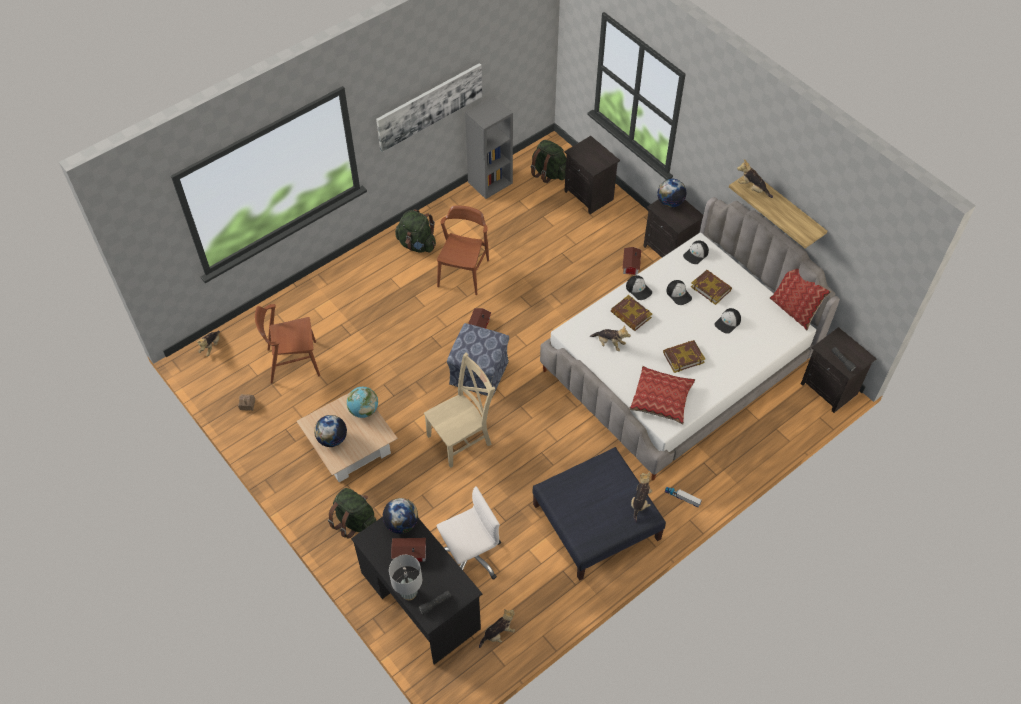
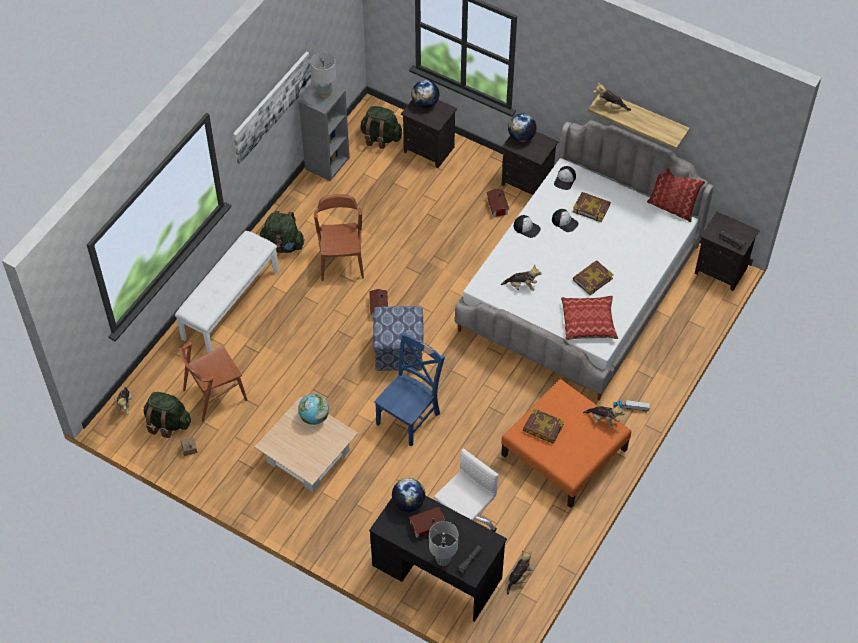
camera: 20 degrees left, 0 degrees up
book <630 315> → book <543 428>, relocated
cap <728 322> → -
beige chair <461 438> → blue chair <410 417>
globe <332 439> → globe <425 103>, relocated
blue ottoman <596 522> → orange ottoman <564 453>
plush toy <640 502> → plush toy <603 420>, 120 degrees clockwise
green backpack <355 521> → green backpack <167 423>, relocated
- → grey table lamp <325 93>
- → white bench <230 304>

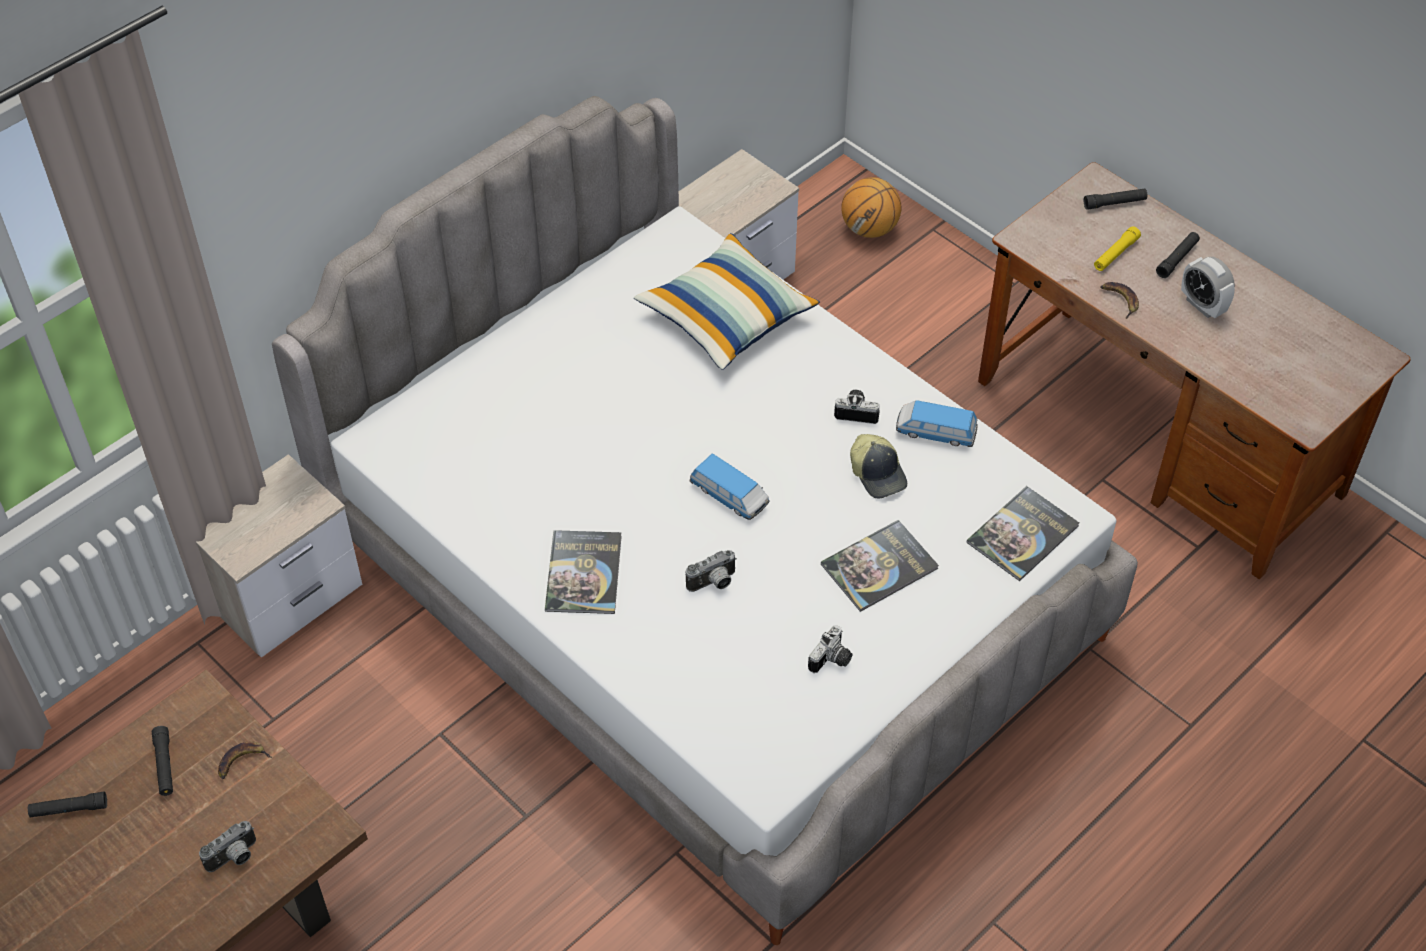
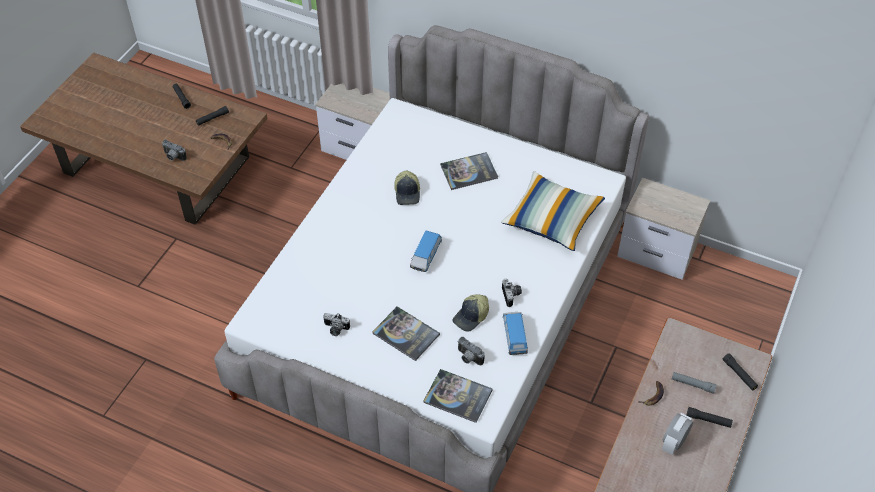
camera: 70 degrees right, 0 degrees up
basketball <869 229> → -
yellow flashlight <1115 254> → grey flashlight <692 384>
book <583 573> → book <469 172>, relocated
photo camera <714 583> → photo camera <468 358>, relocated
- → cap <408 193>

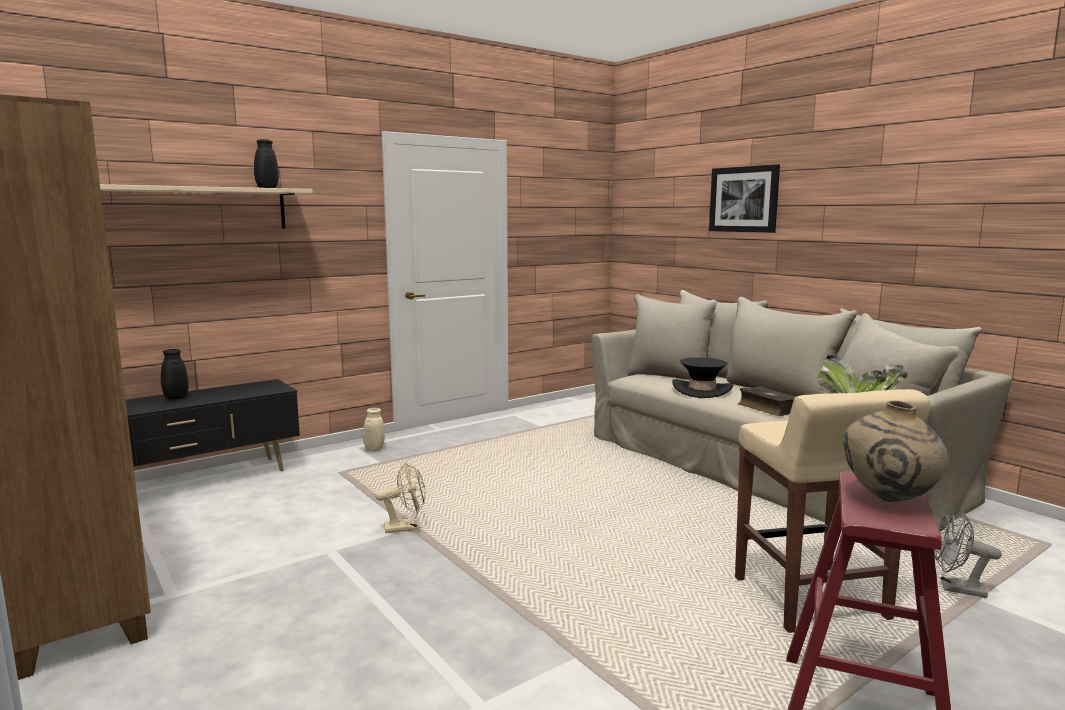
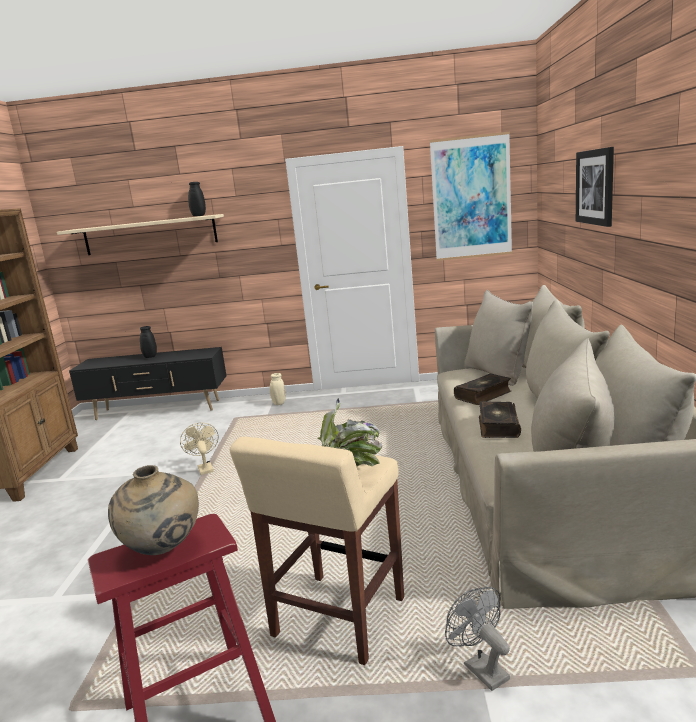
camera: 40 degrees right, 5 degrees up
black hat <702 390> → book <483 395>
beige fan <406 527> → beige fan <204 468>, 135 degrees counterclockwise
- → picture <471 198>

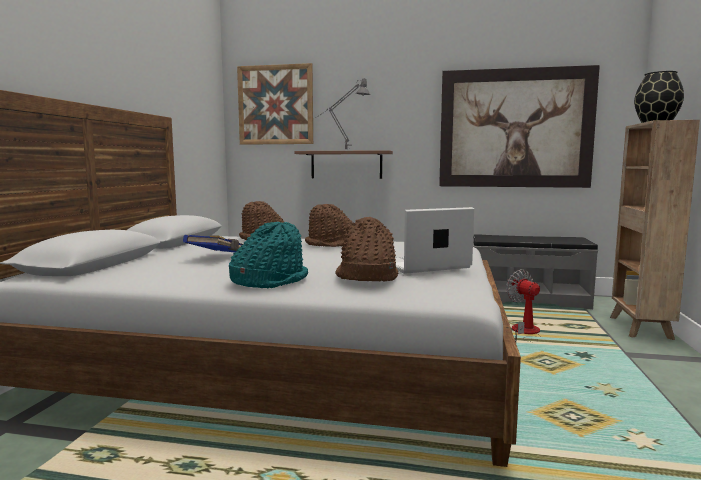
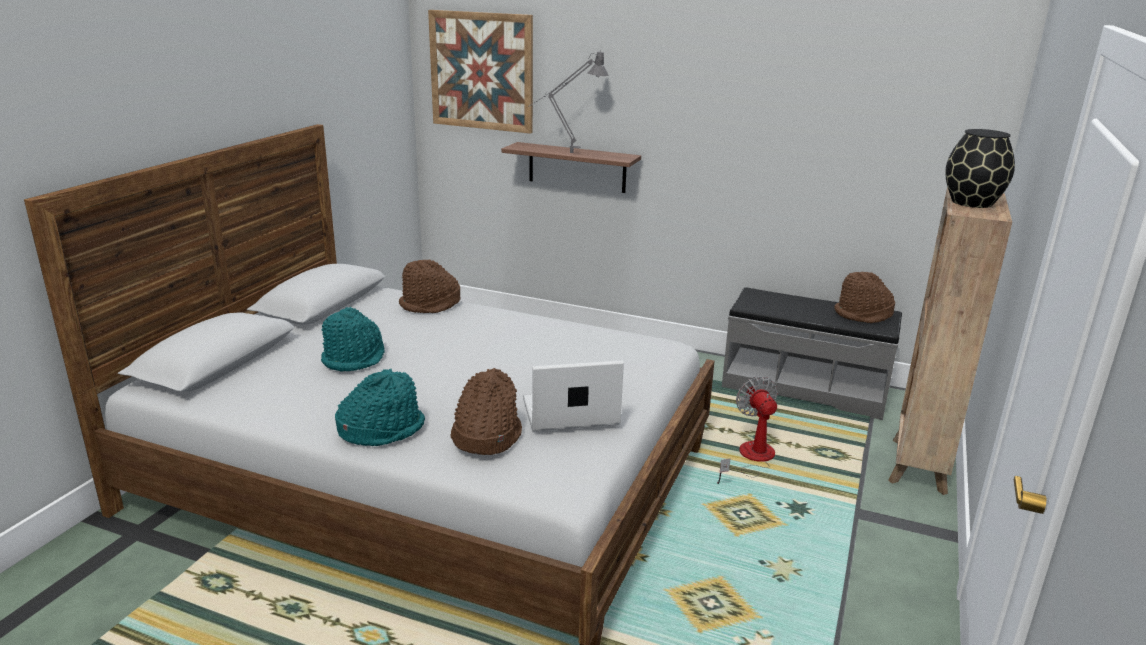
camera: 10 degrees right, 15 degrees up
picture <515 128> → -
brown hat <331 244> → brown hat <863 315>, relocated
blue book <218 257> → turquoise hat <354 358>

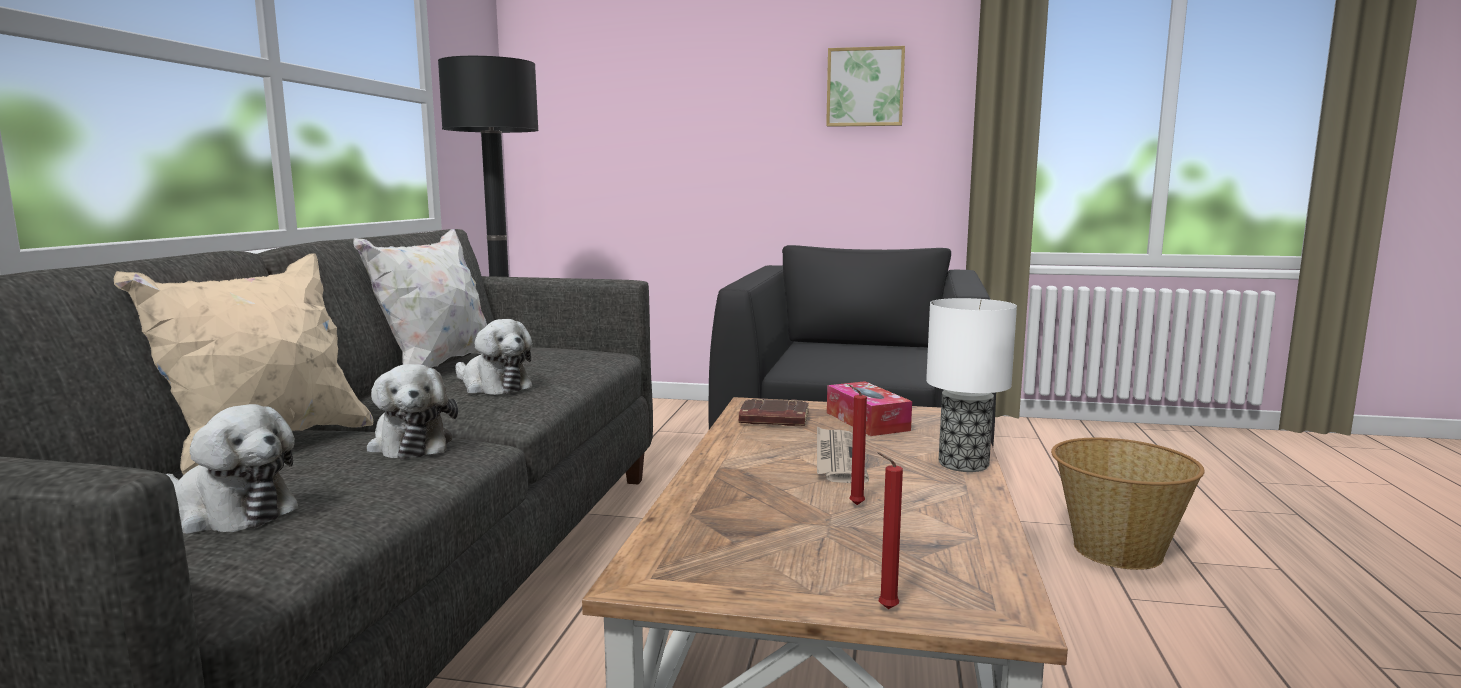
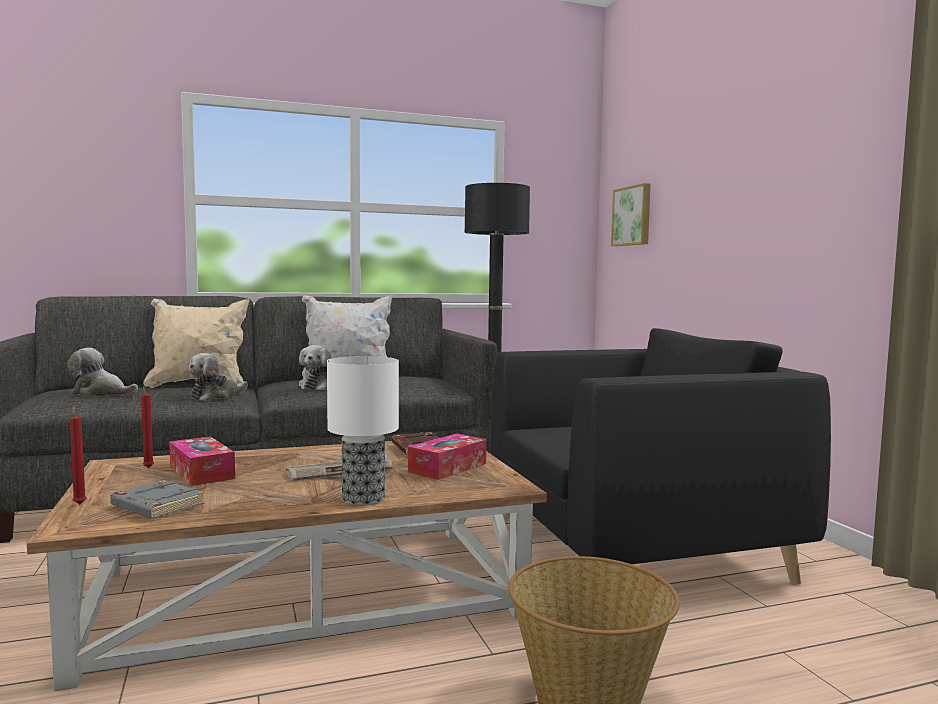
camera: 60 degrees right, 5 degrees down
picture <865 87> → picture <633 216>, relocated
red candle <854 505> → red candle <148 467>, relocated
plush toy <228 512> → plush toy <100 393>, 105 degrees clockwise
- → tissue box <201 472>
- → grey book <156 506>

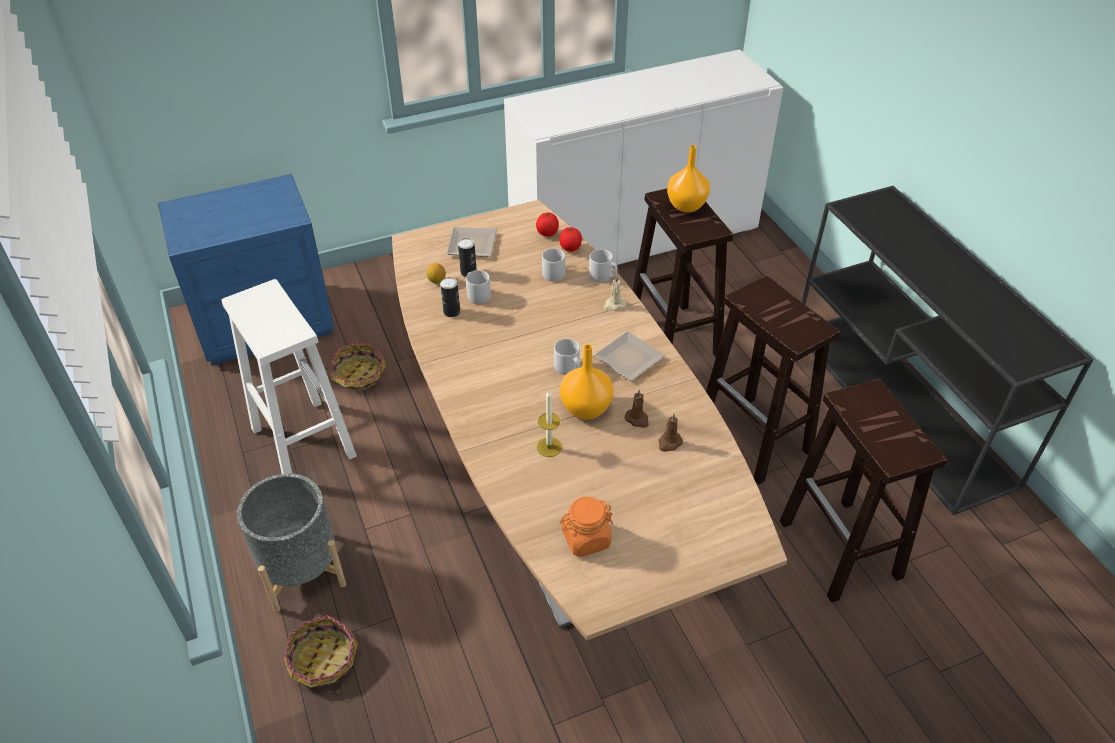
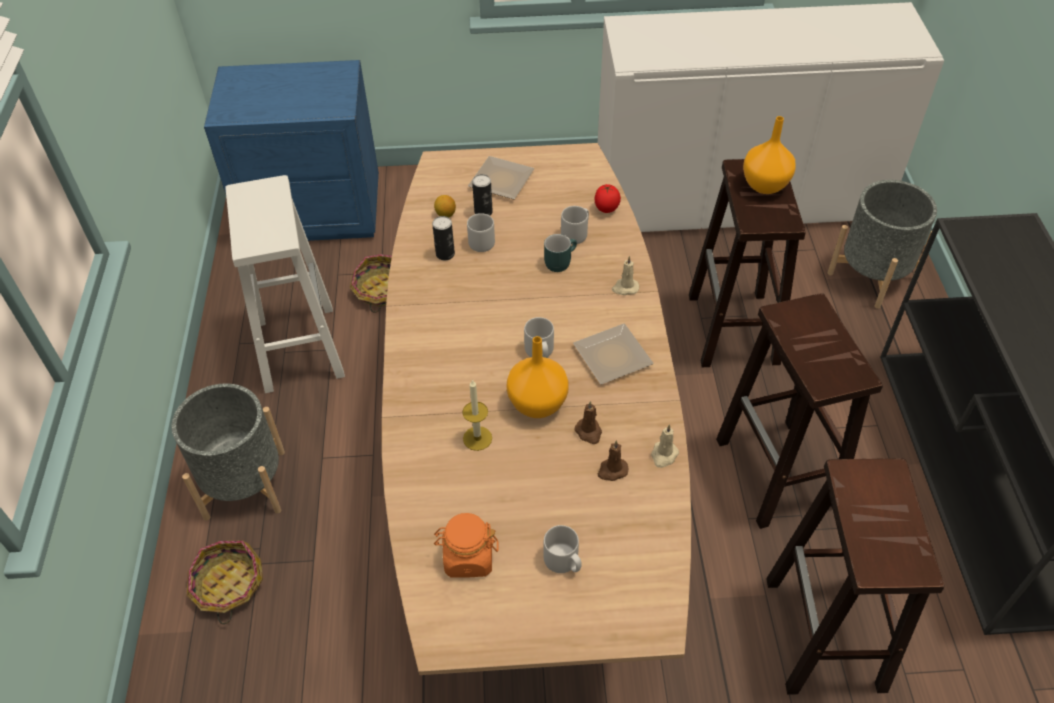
camera: 20 degrees right, 5 degrees up
tomato <547 234> → -
grey mug <603 276> → grey mug <564 562>, relocated
- → grey planter <872 276>
- → turquoise mug <559 261>
- → beige candle <663 455>

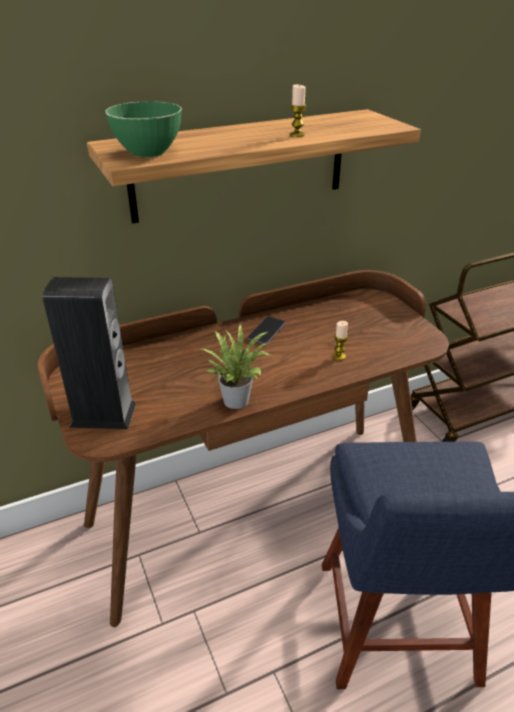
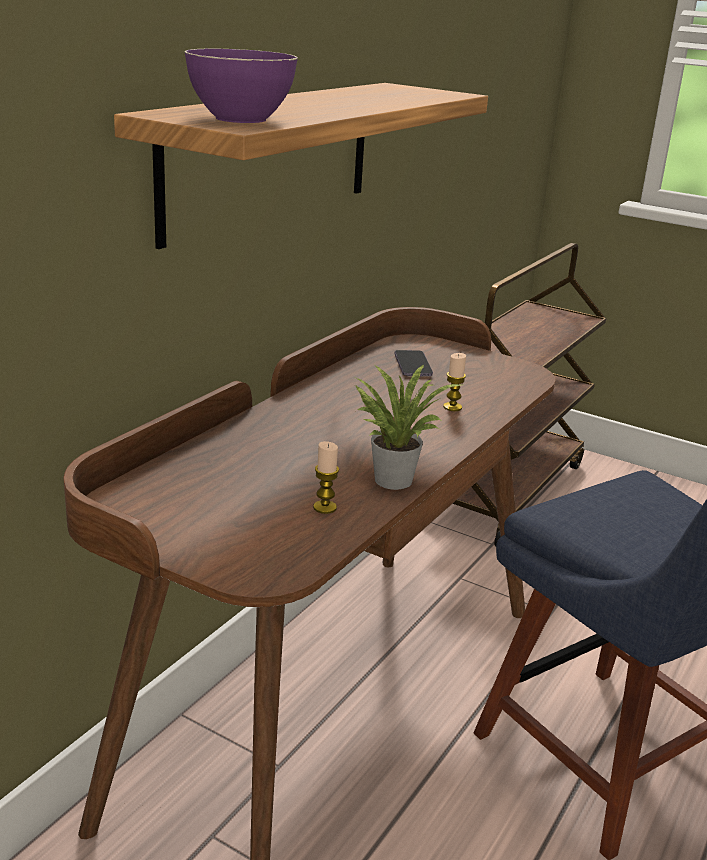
camera: 35 degrees left, 10 degrees down
candle <297 135> → candle <325 507>, relocated
green bowl <148 152> → purple bowl <240 119>
speaker <103 415> → -
phone <266 332> → phone <412 365>, relocated

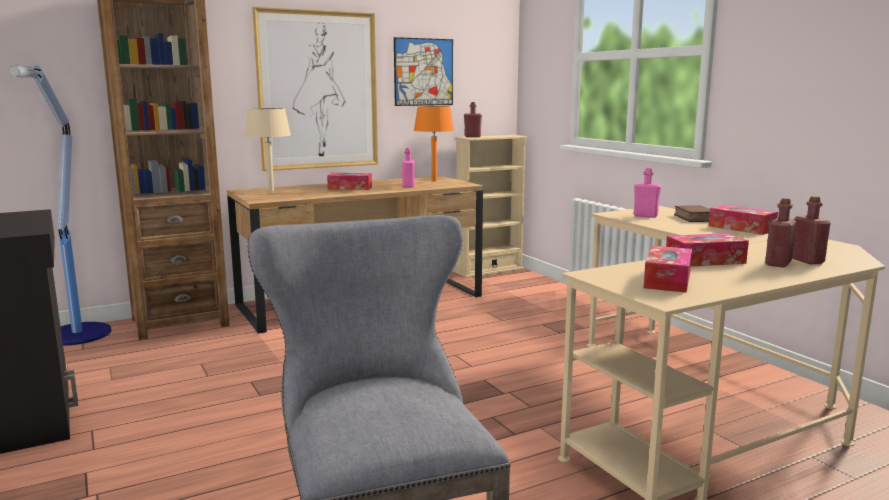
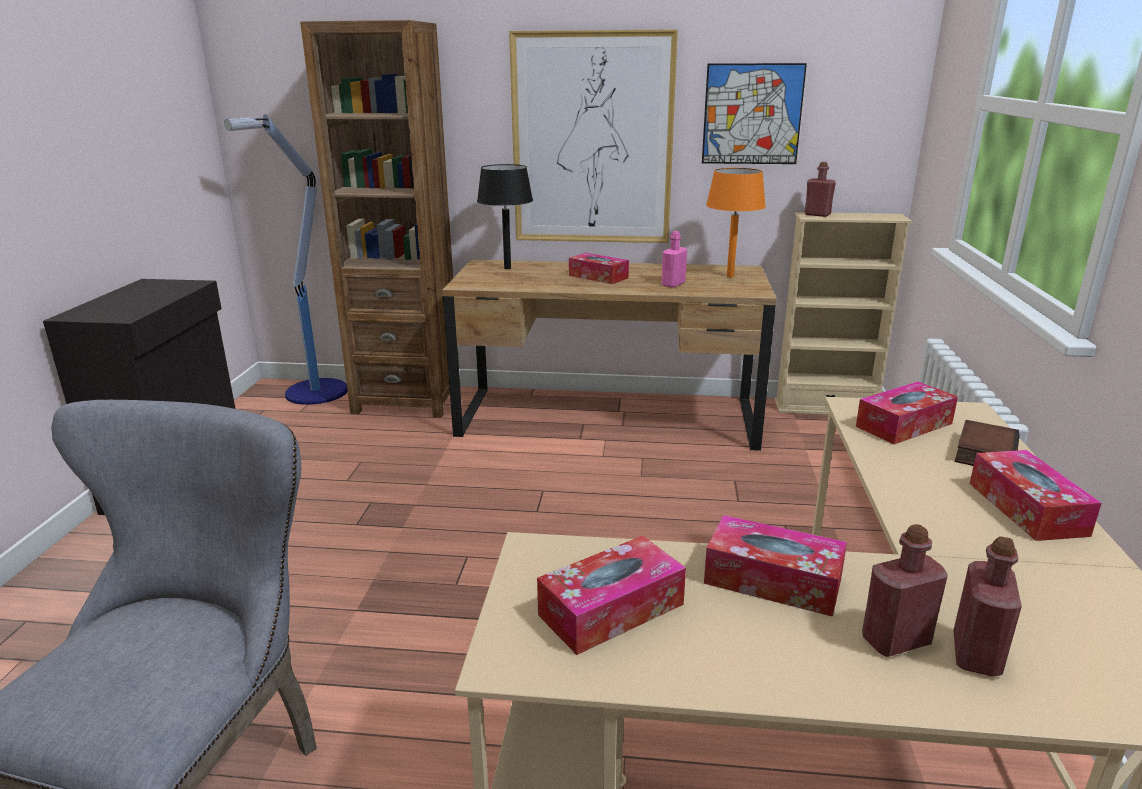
camera: 35 degrees right, 10 degrees up
beige table lamp <271 191> → black table lamp <507 268>
pink bottle <645 216> → tissue box <904 425>

